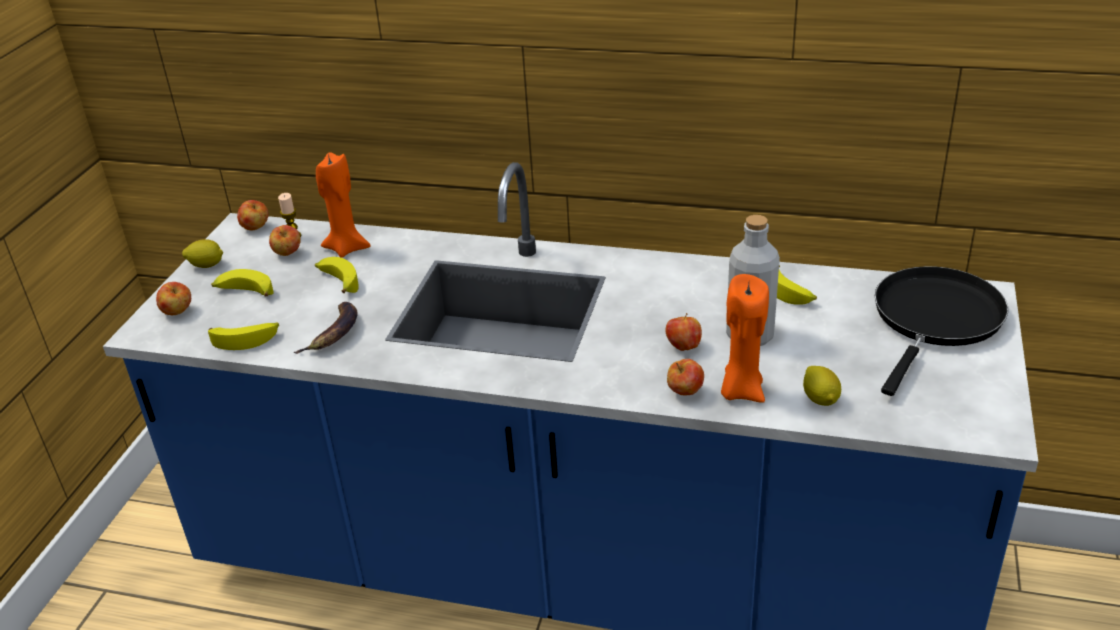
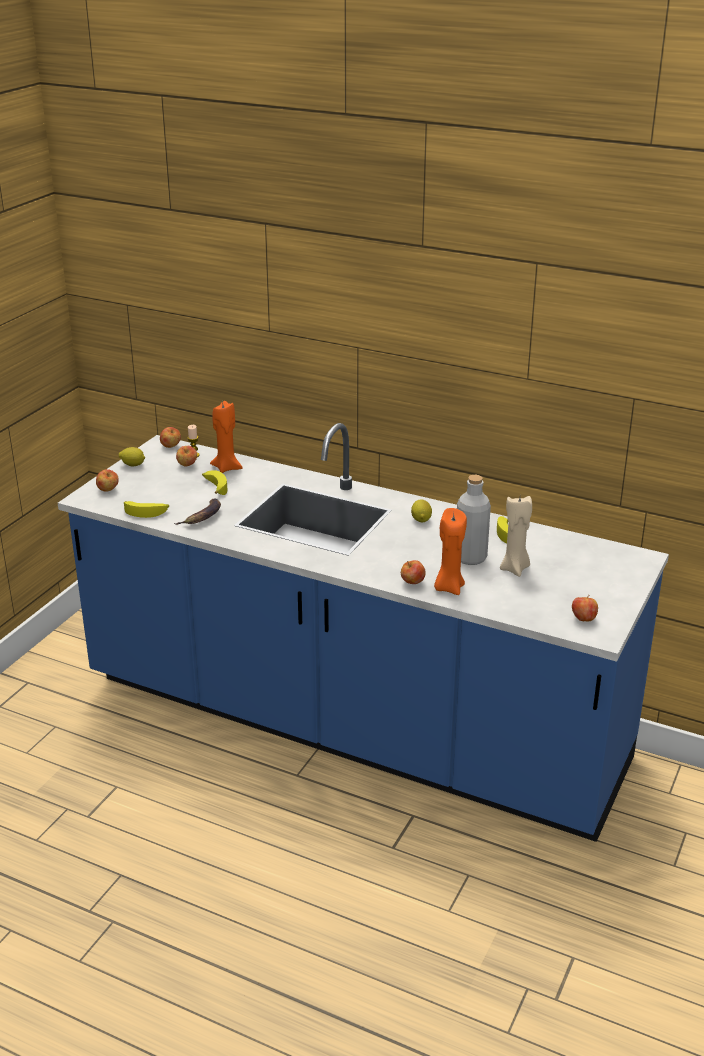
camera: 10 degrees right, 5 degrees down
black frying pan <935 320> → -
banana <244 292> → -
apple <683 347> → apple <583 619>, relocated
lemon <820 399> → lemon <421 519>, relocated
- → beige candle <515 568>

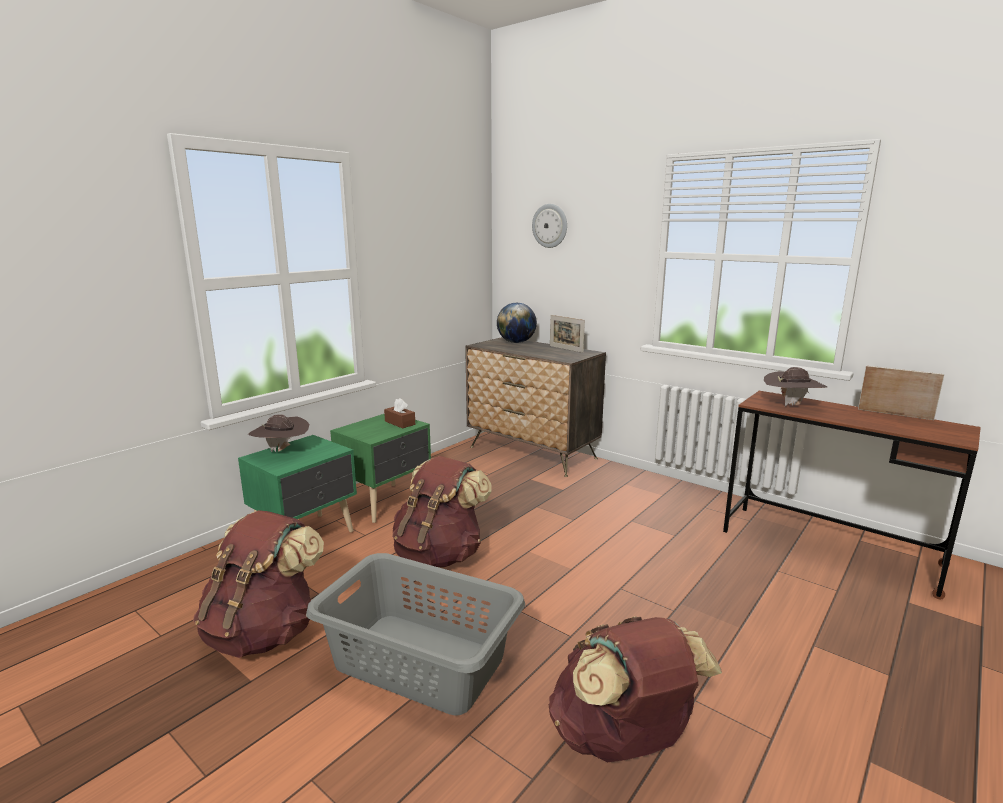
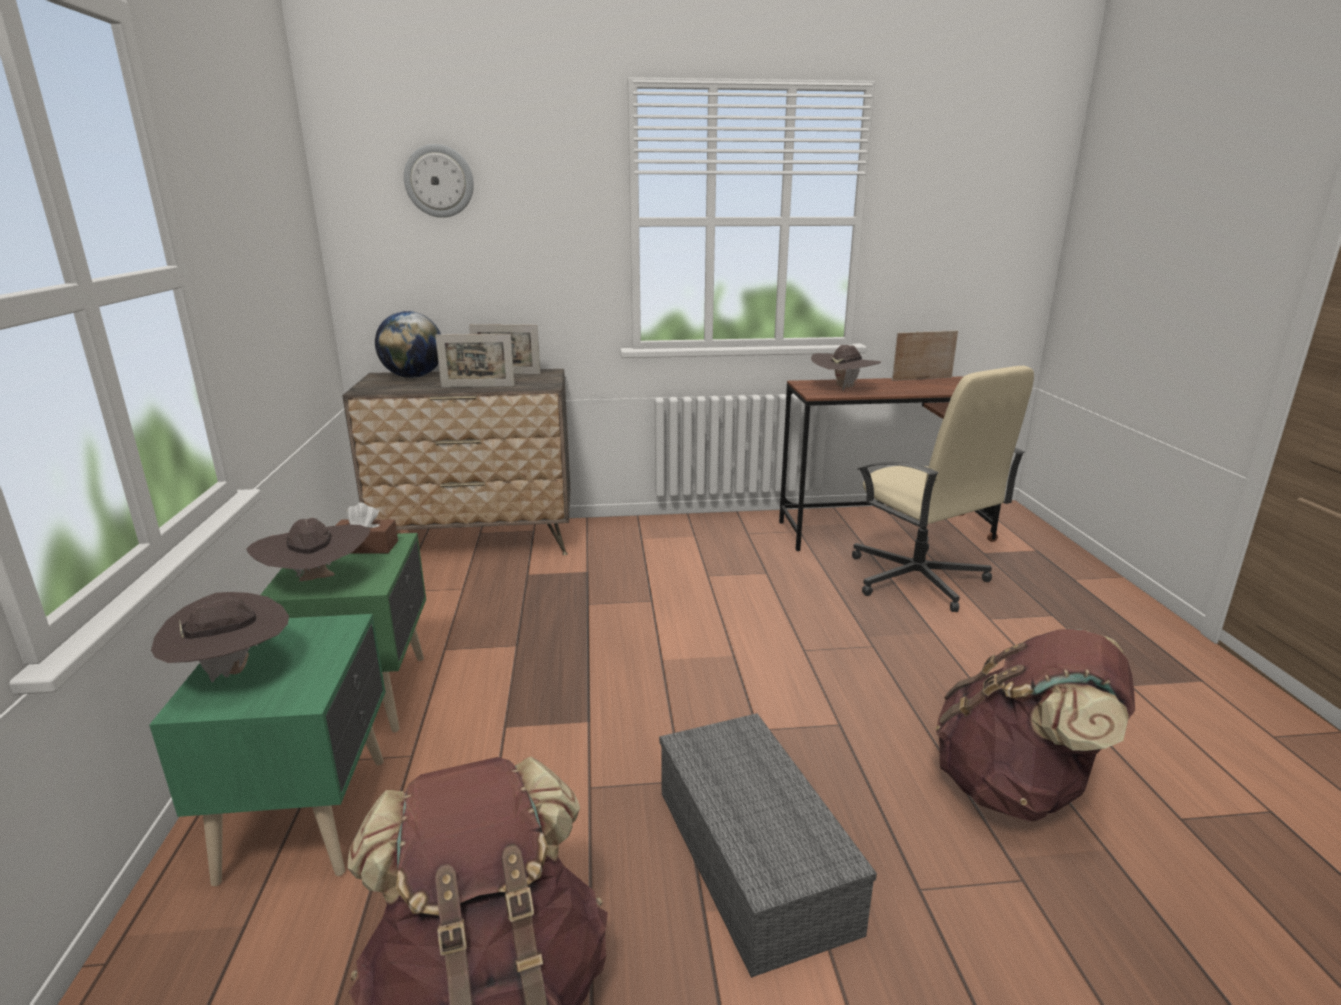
camera: 45 degrees left, 5 degrees up
brown backpack <440 555> → -
grey laundry basket <419 662> → grey storage box <757 859>
- → picture frame <478 386>
- → beige office chair <918 579>
- → brown hat <317 582>

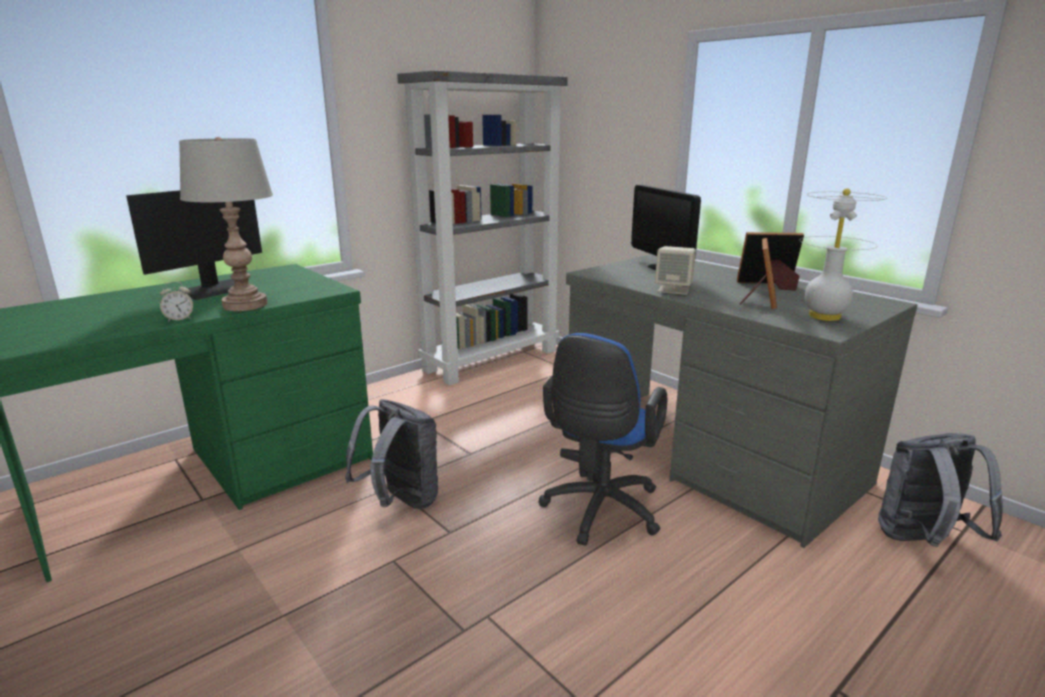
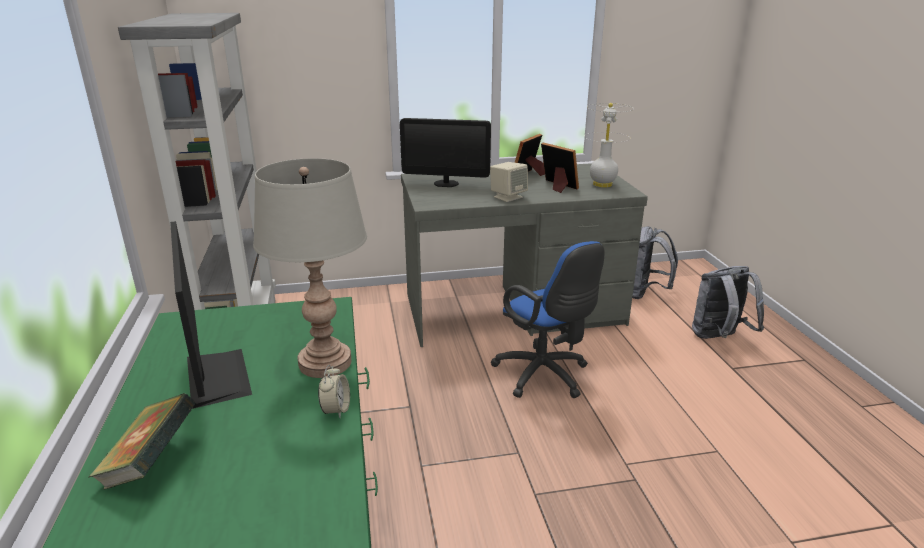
camera: 60 degrees left, 5 degrees up
grey backpack <401 502> → grey backpack <719 338>, relocated
- → book <151 463>

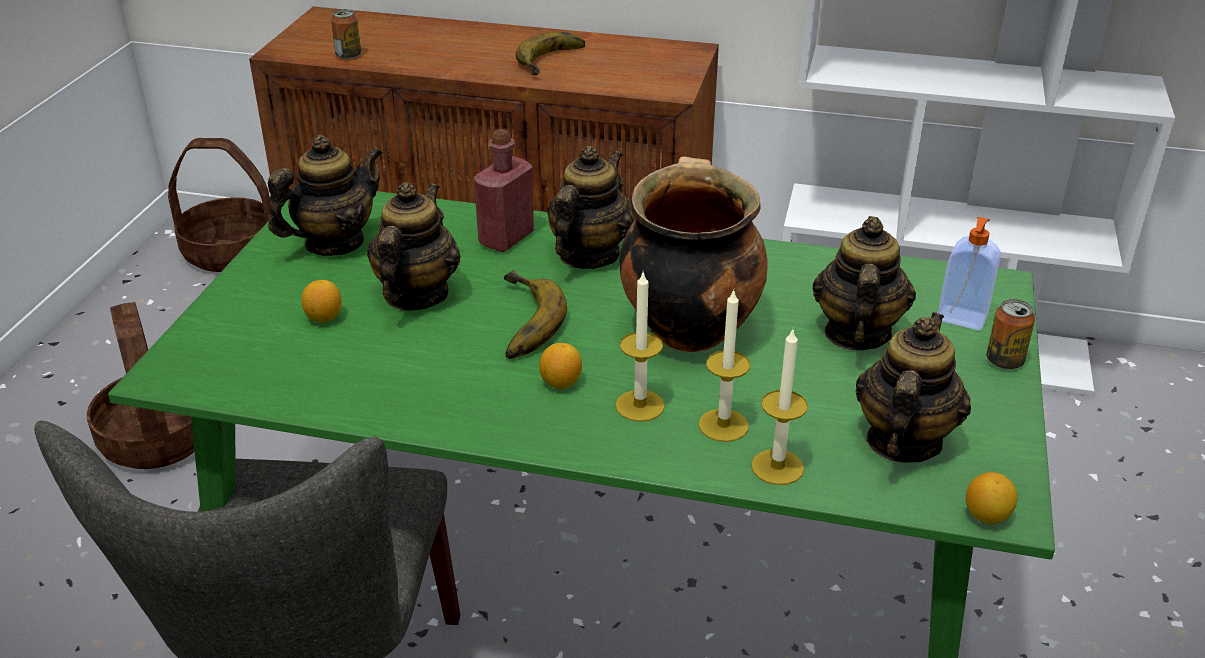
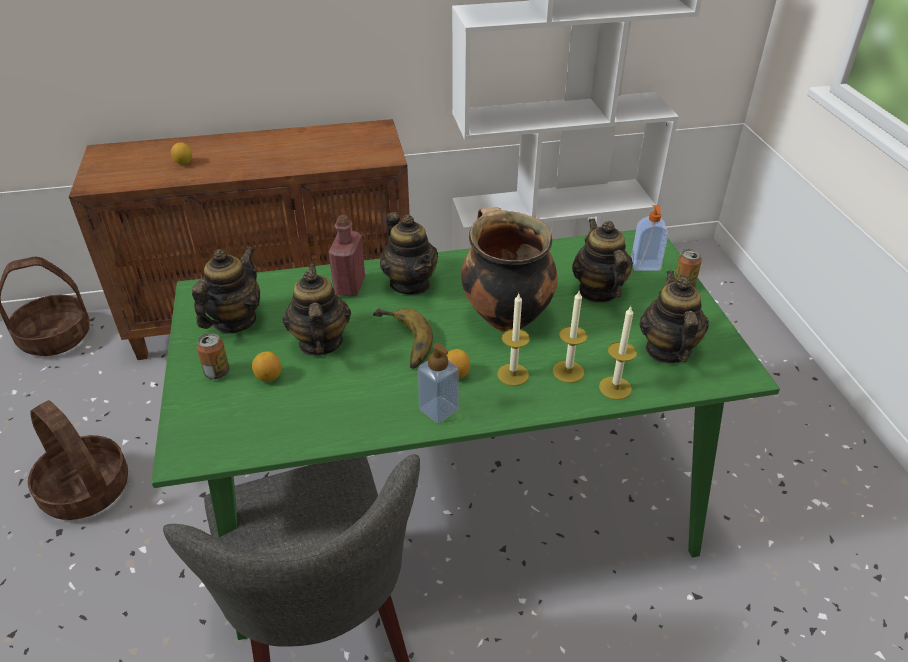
camera: 25 degrees left, 5 degrees up
can <348 55> → can <217 372>, relocated
banana <556 61> → -
teapot <588 255> → teapot <410 283>, 150 degrees clockwise
lemon <987 516> → lemon <184 163>, relocated
- → soap dispenser <438 410>

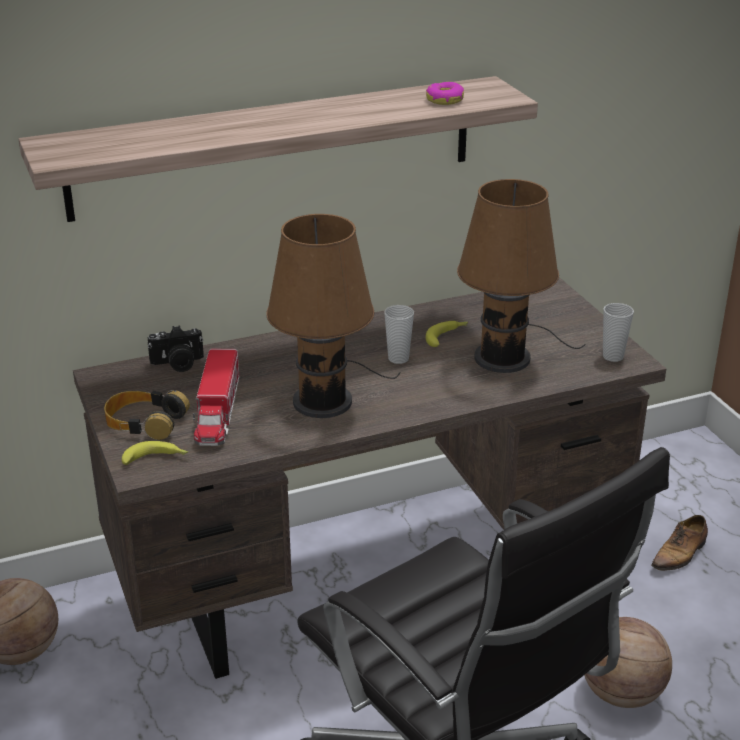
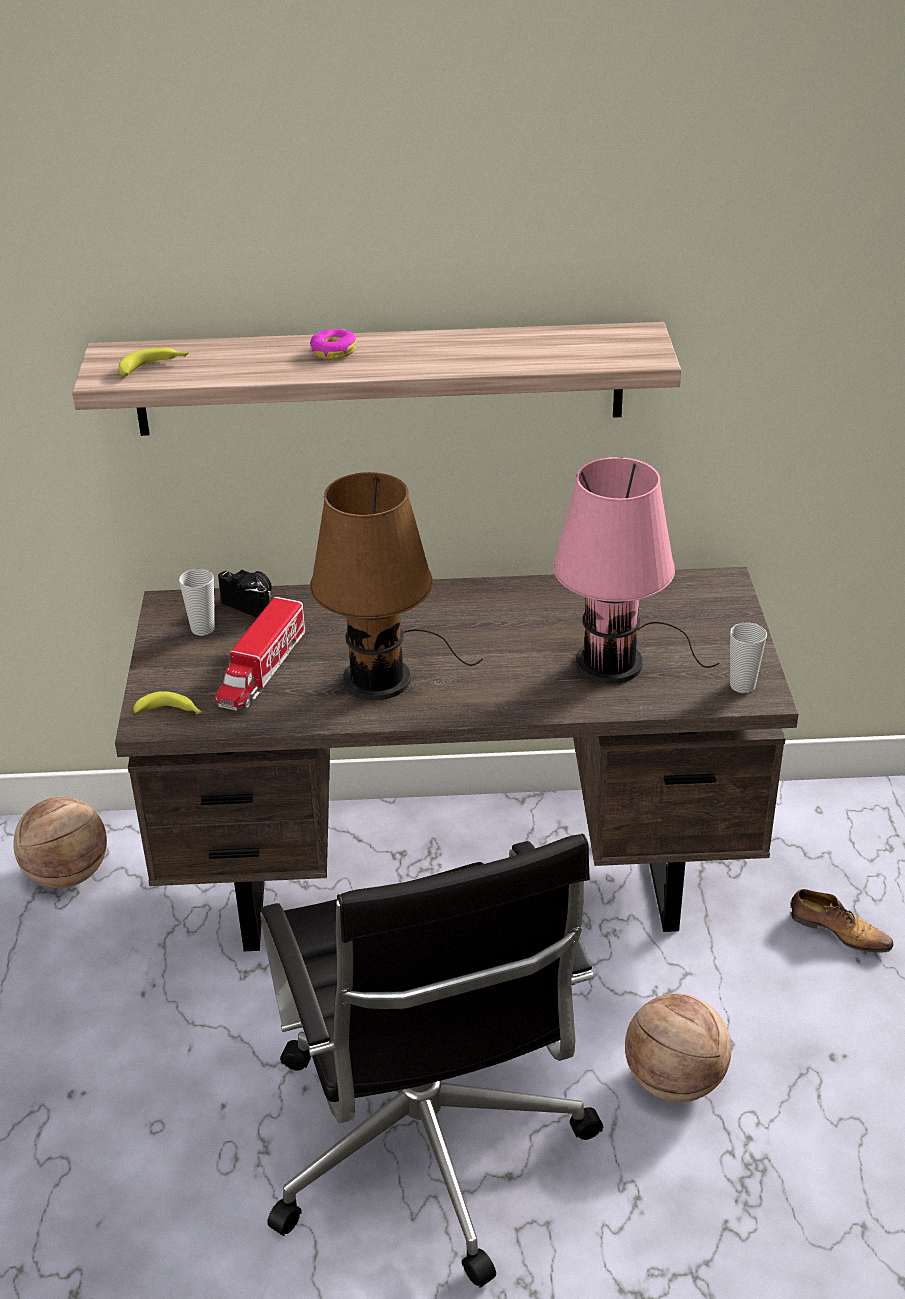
camera: 20 degrees right, 5 degrees up
donut <444 100> → donut <333 351>, relocated
brown table lamp <506 356> → pink table lamp <616 661>
cup <398 358> → cup <203 629>, relocated
banana <447 336> → banana <154 367>, relocated
photo camera <178 364> → photo camera <252 604>, 150 degrees counterclockwise
headphones <145 422> → -
shoe <680 554> → shoe <838 931>, 120 degrees counterclockwise

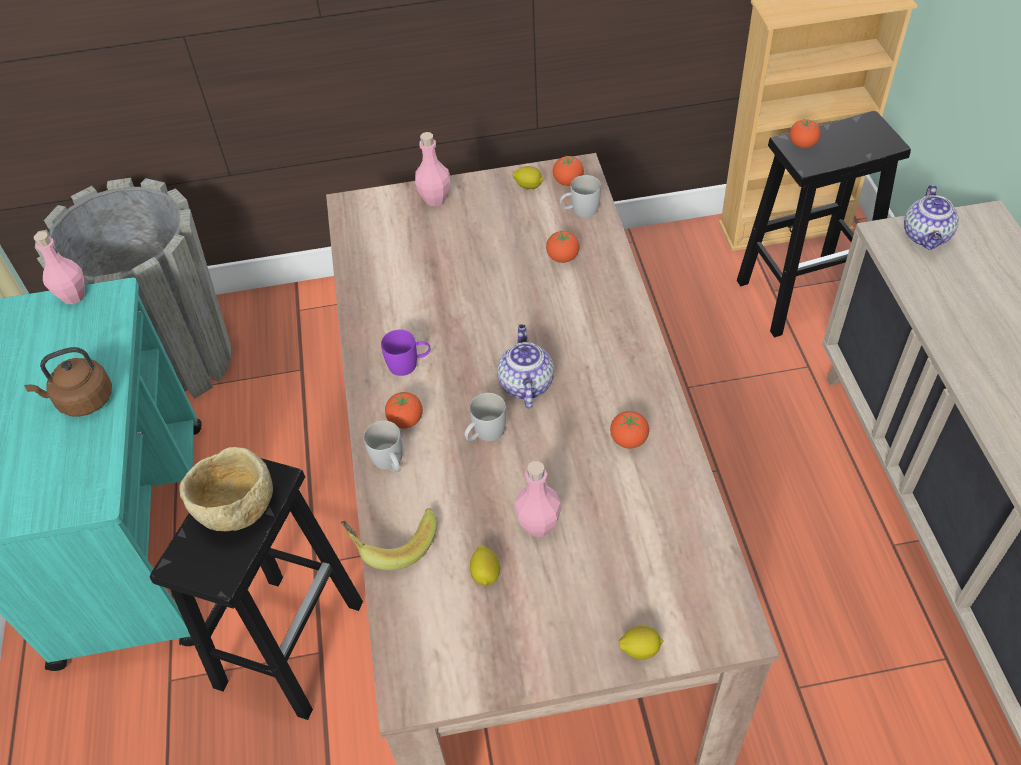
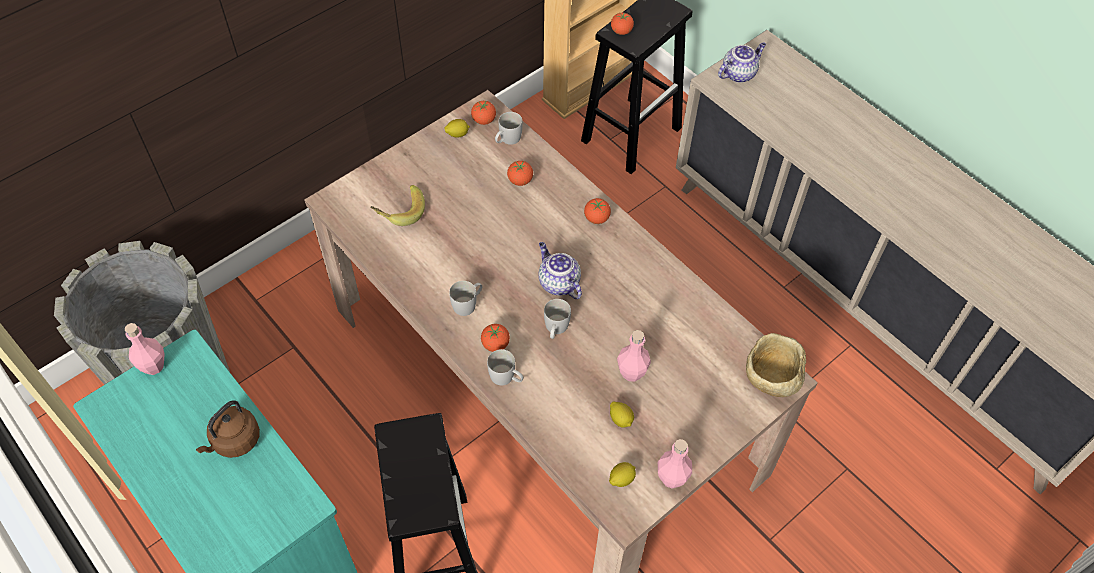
camera: 35 degrees left, 5 degrees up
pink bottle <435 199> → pink bottle <671 478>, relocated
teapot <926 237> → teapot <739 73>, 105 degrees counterclockwise
purple mug <409 364> → white mug <468 304>
tomato <628 440> → tomato <596 218>, relocated
beige bowl <237 509> → beige bowl <770 380>, relocated
banana <392 541> → banana <399 212>, relocated
lemon <640 649> → lemon <621 479>, relocated

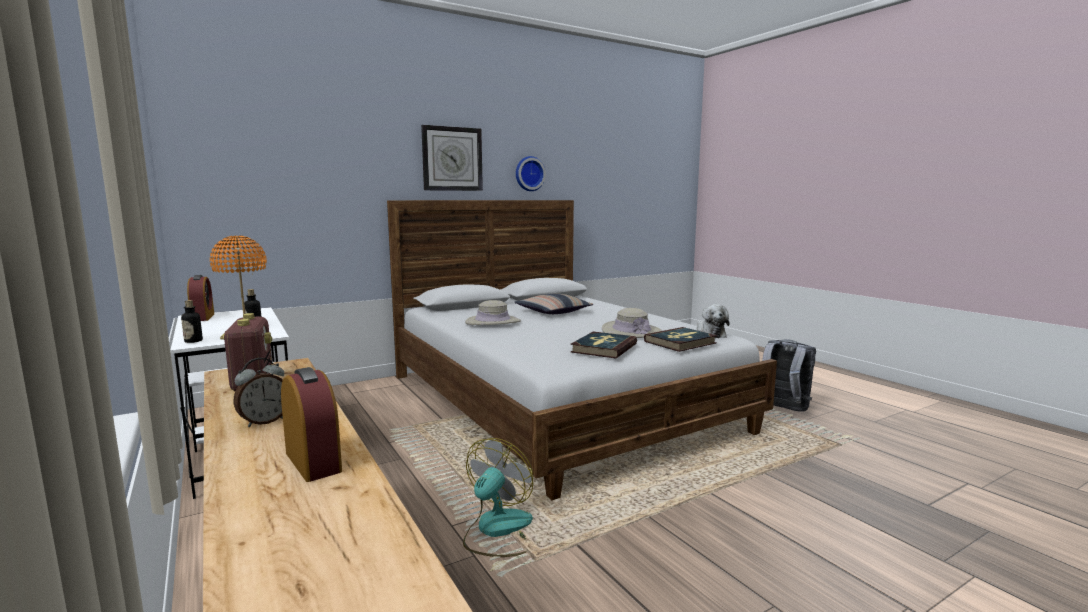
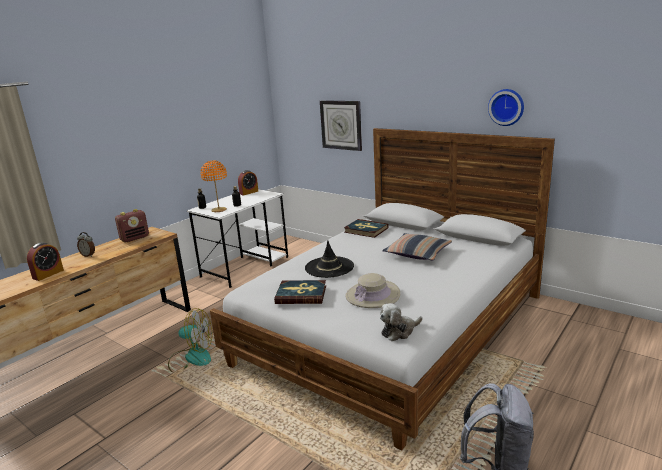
camera: 70 degrees right, 10 degrees up
wall clock <452 159> → wall clock <341 125>, relocated
beige hat <493 322> → -
book <680 342> → book <366 230>, relocated
- → black hat <329 267>

